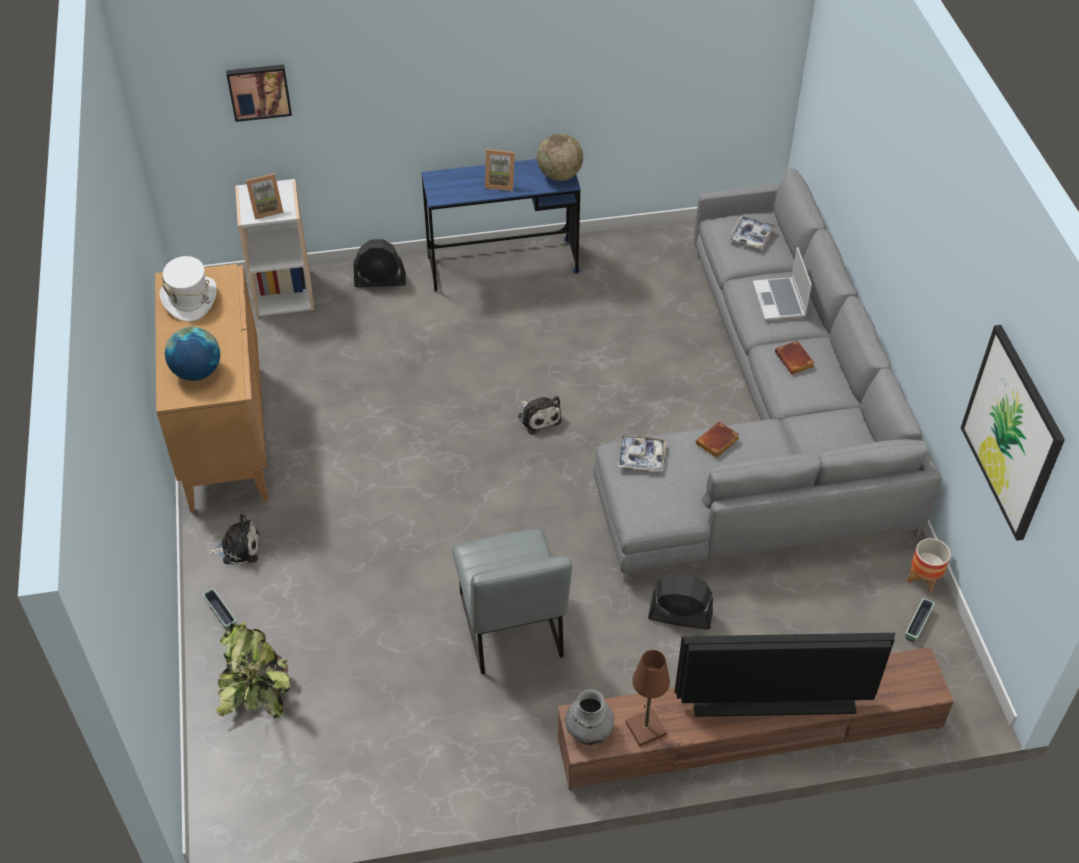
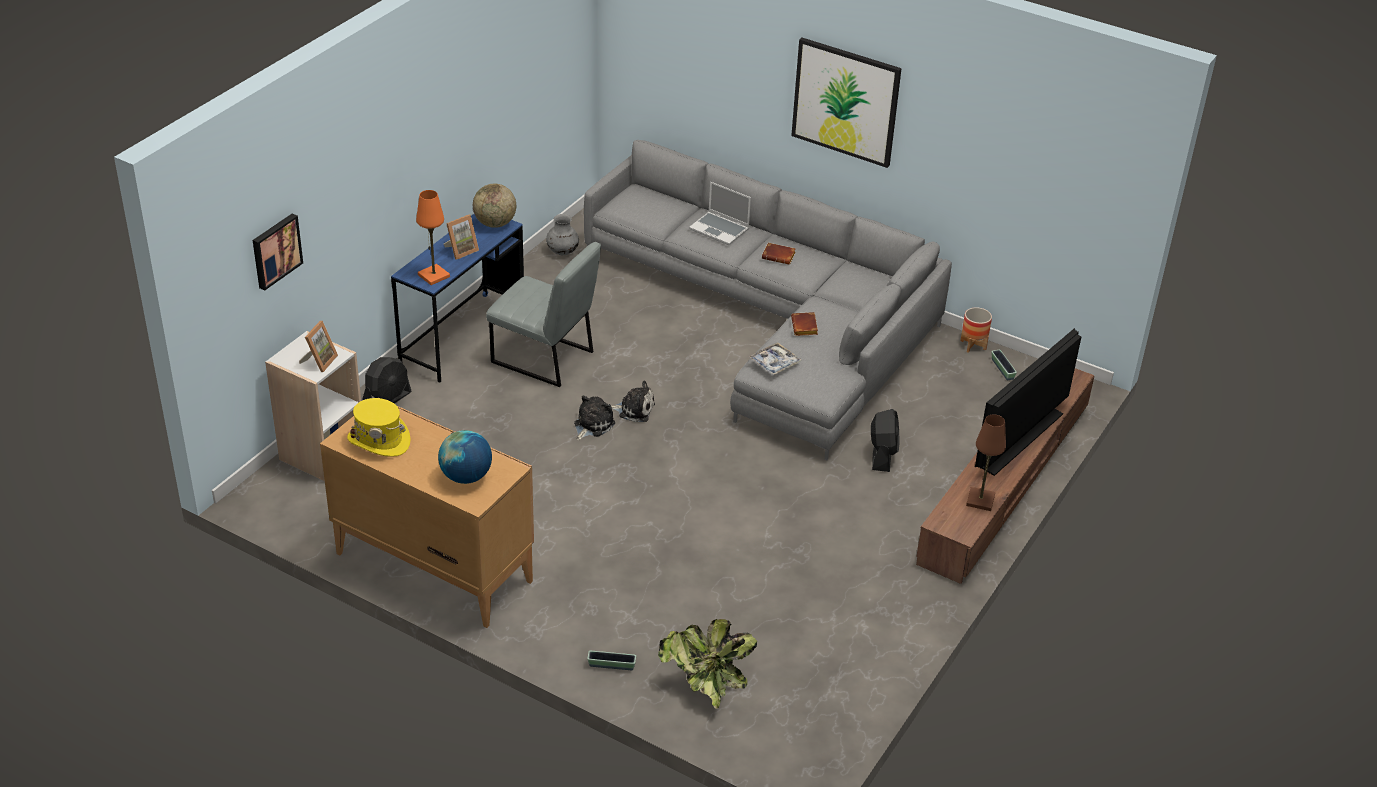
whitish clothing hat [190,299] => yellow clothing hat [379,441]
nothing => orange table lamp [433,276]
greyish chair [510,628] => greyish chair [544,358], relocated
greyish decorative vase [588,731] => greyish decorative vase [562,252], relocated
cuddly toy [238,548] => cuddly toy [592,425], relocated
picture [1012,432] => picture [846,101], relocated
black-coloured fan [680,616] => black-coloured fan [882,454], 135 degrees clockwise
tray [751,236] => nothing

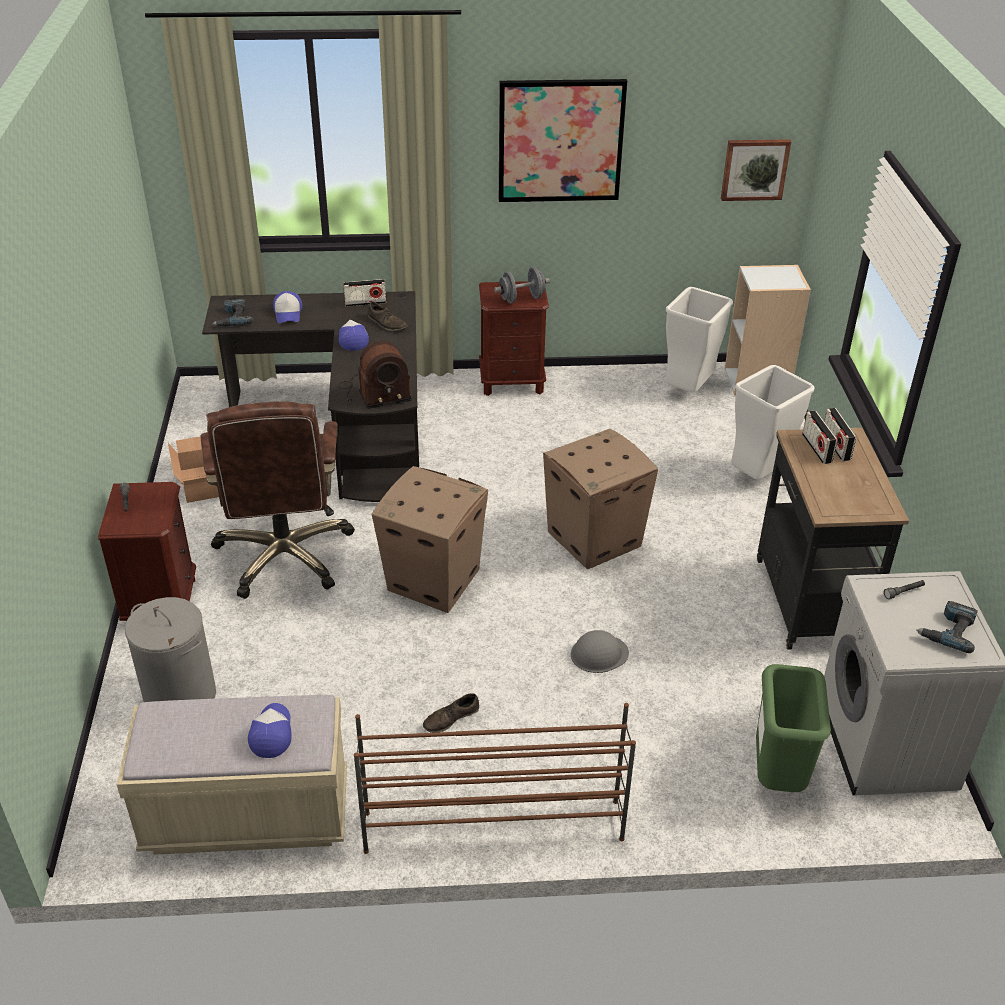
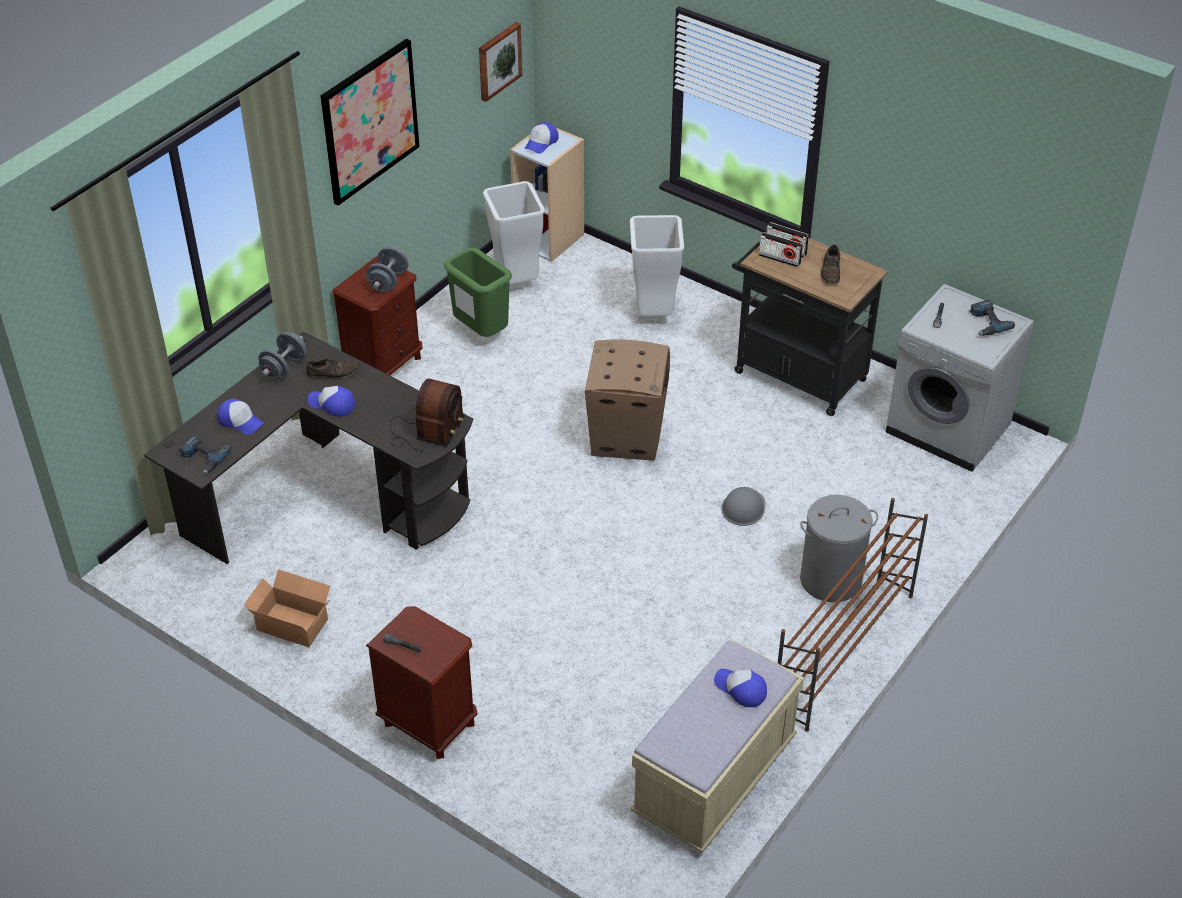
radio [365,303] => greyish dumbbell [284,368]
green waste bin [776,775] => green waste bin [480,333], relocated
nothing => cap [541,143]
greyish laundry basket [181,696] => greyish laundry basket [831,579], relocated
brown low shoe [451,718] => brown low shoe [831,271], relocated
brown desk chair [284,554] => nothing
packing box [432,579] => nothing

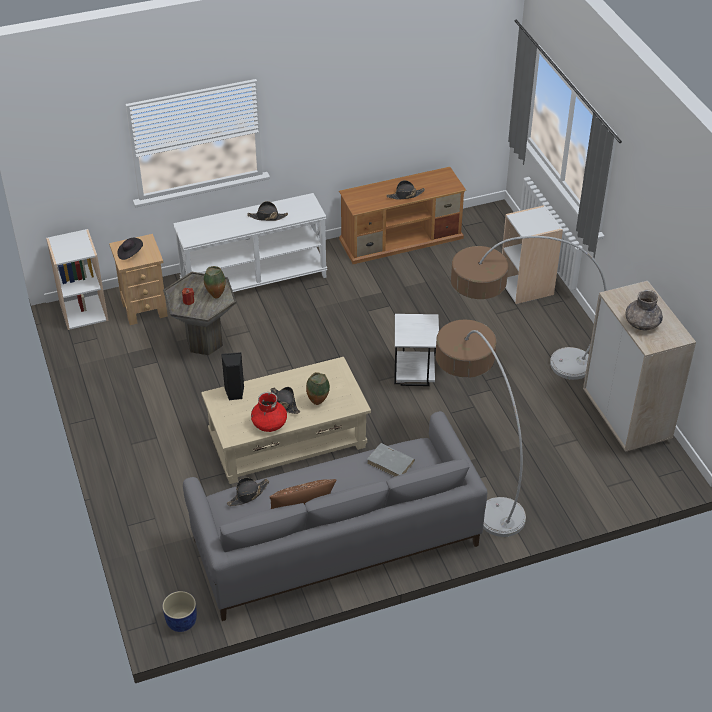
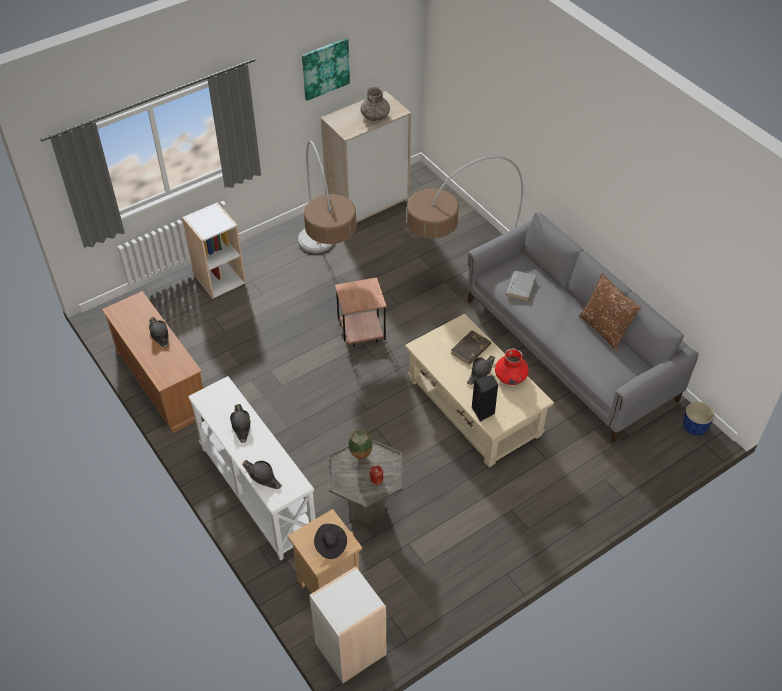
black-coloured clothing hat [248,495] => black-coloured clothing hat [262,476], relocated
nothing => picture [325,68]
whitish side table [415,376] => brown side table [361,334]
decorative vase [318,402] => brown bound book [470,349]

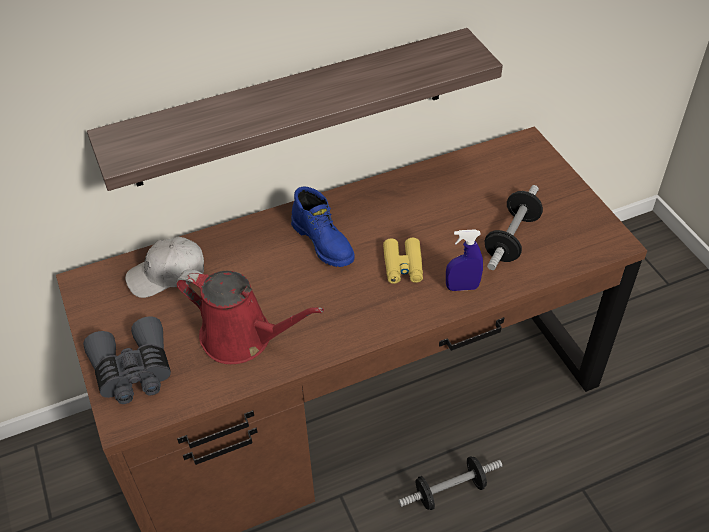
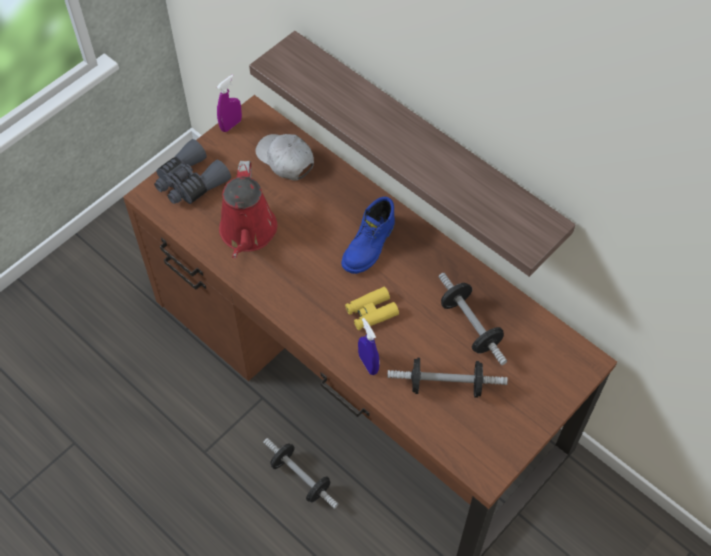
nothing => purplish spray bottle [231,125]
nothing => dumbbell [470,326]

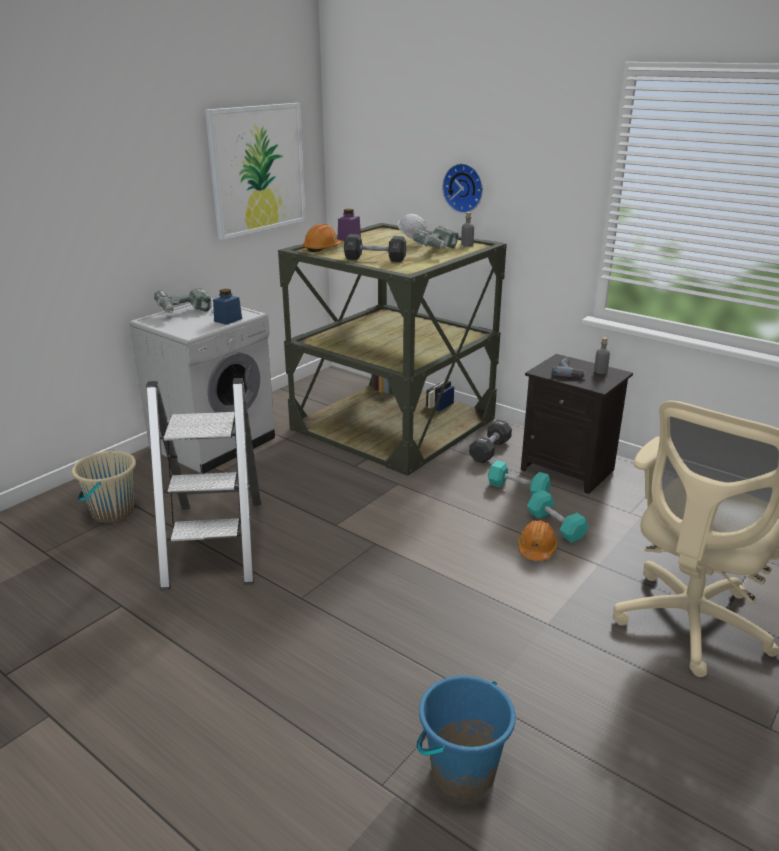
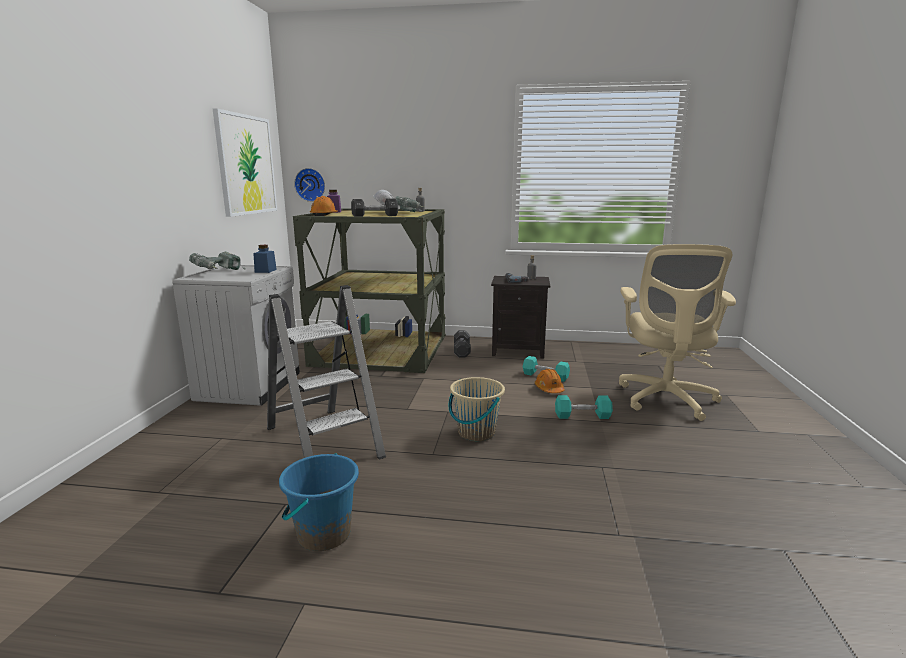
blue pail [462,771] => blue pail [323,534], relocated
clock on the wall [464,187] => clock on the wall [310,184], relocated
beige-coloured pail [112,512] => beige-coloured pail [476,433], relocated
turquoise dumbbell [518,489] => turquoise dumbbell [582,416], relocated

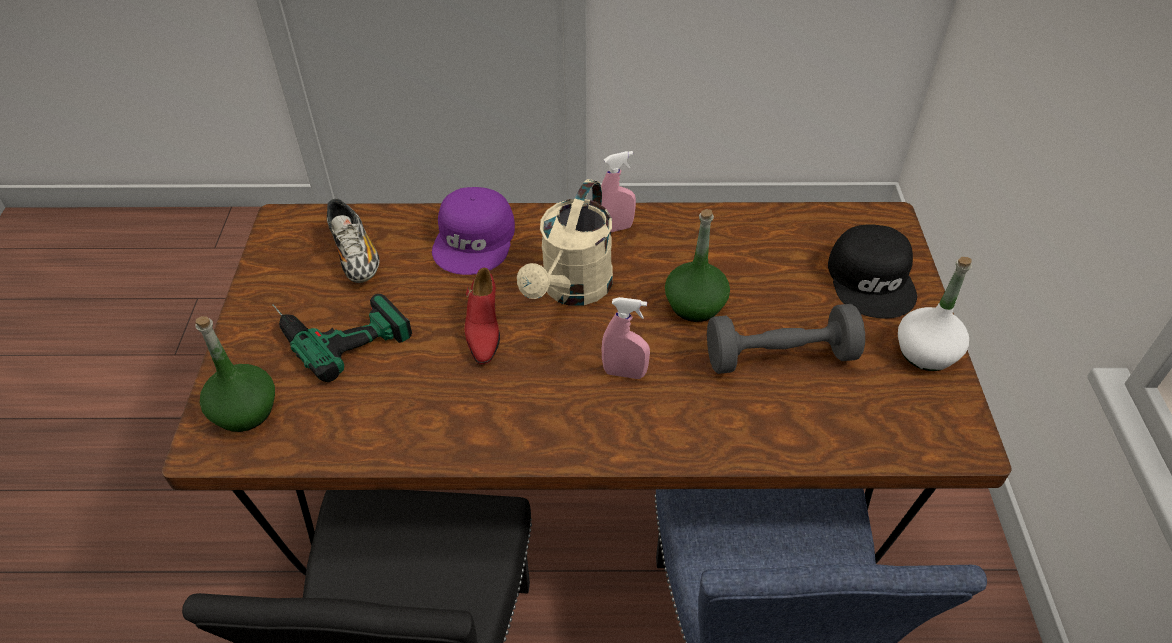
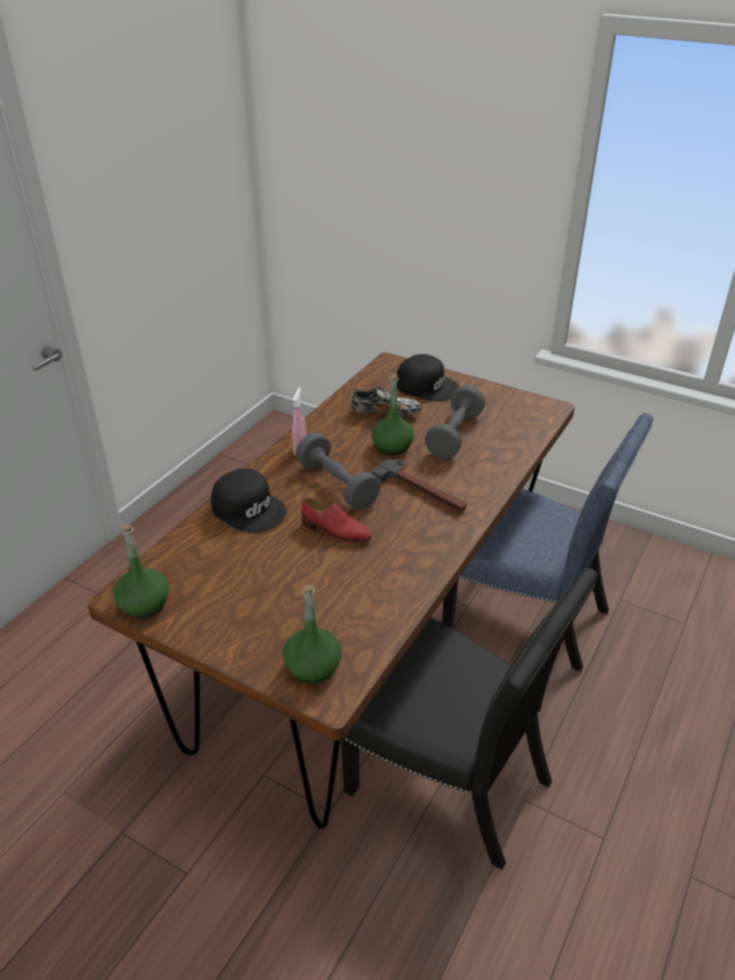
nothing => green beverage bottle [144,604]
purplish cap [475,239] => black-coloured cap [249,508]
beige-coloured sprinkling can [572,290] => greyish dumbbell [337,485]
low shoe [355,256] => low shoe [385,413], relocated
pinkish spray bottle [624,373] => hand hammer [421,490]
power drill [338,328] => nothing
whitish beverage bottle [925,352] => nothing

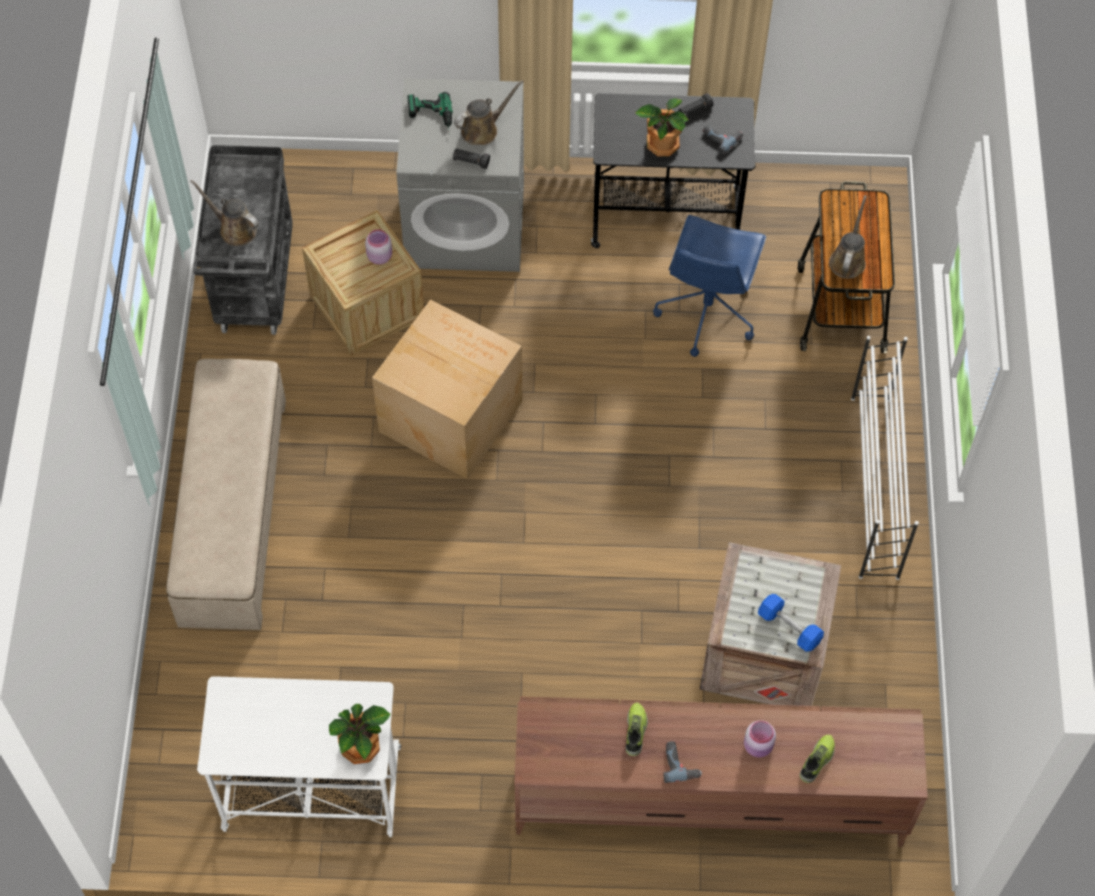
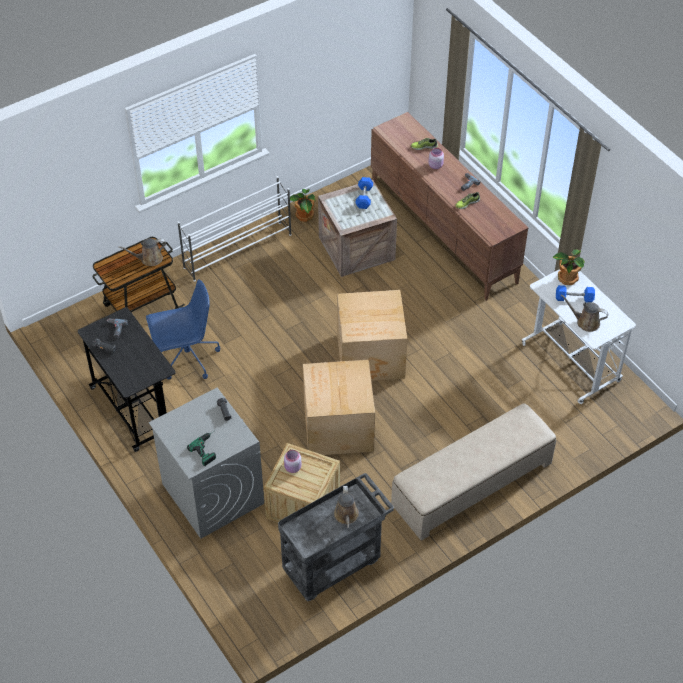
plant in a pot [662,144] => plant in a pot [304,216], relocated
nothing => packing box [371,356]
nothing => blue dumbbell [574,298]
brown sprinkling can [483,129] => brown sprinkling can [585,322], relocated

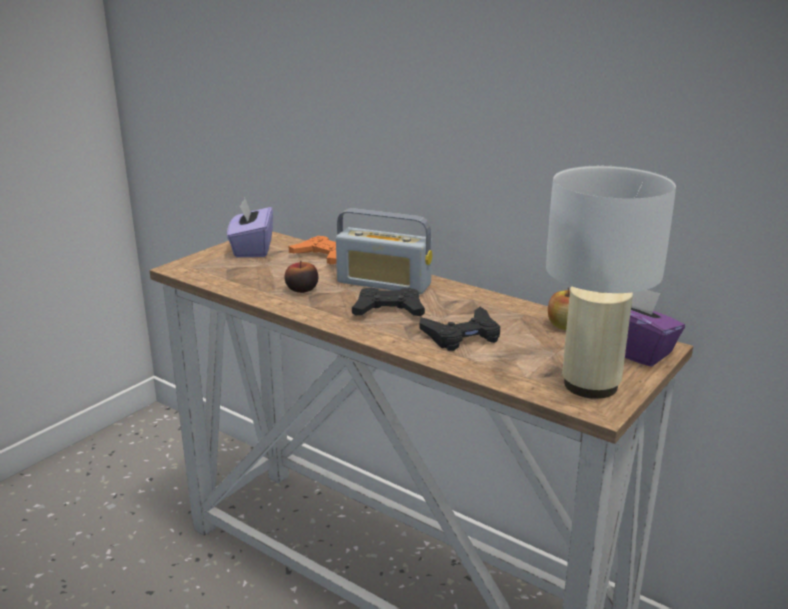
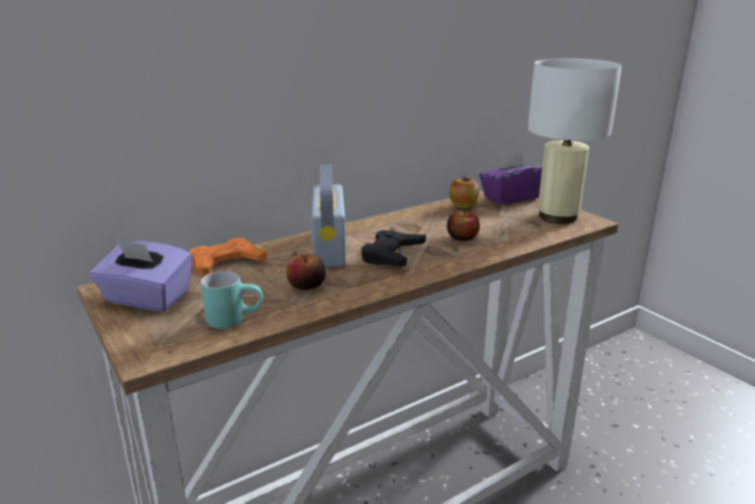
nothing => turquoise tea mug [234,319]
radio [384,283] => radio [329,247], 135 degrees clockwise
black-coloured game controller [462,336] => whole apple [462,237]

